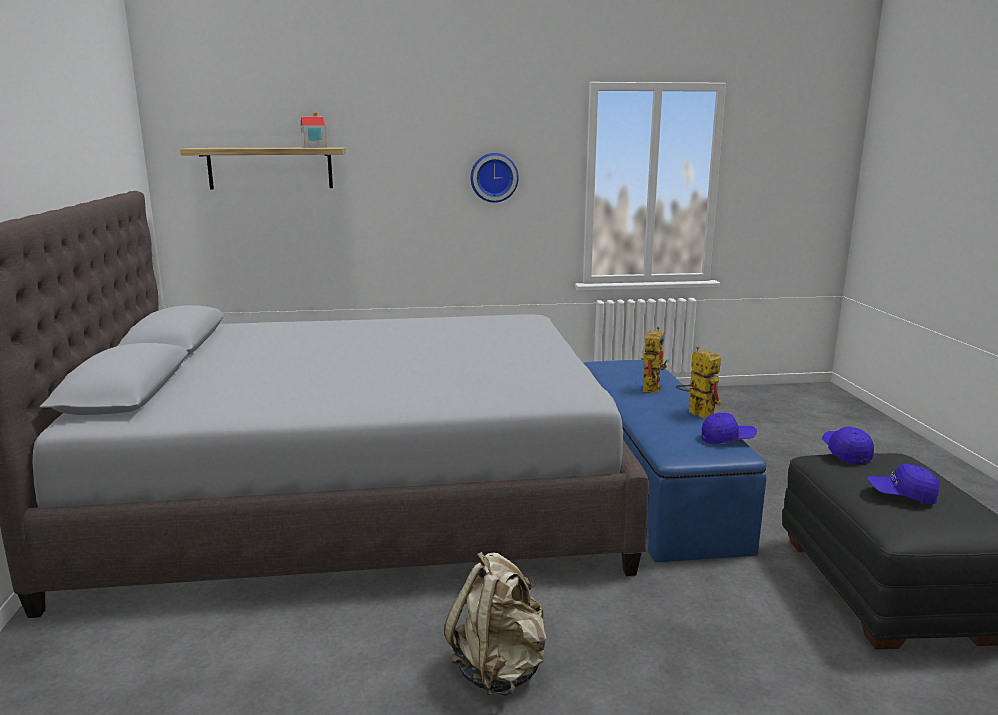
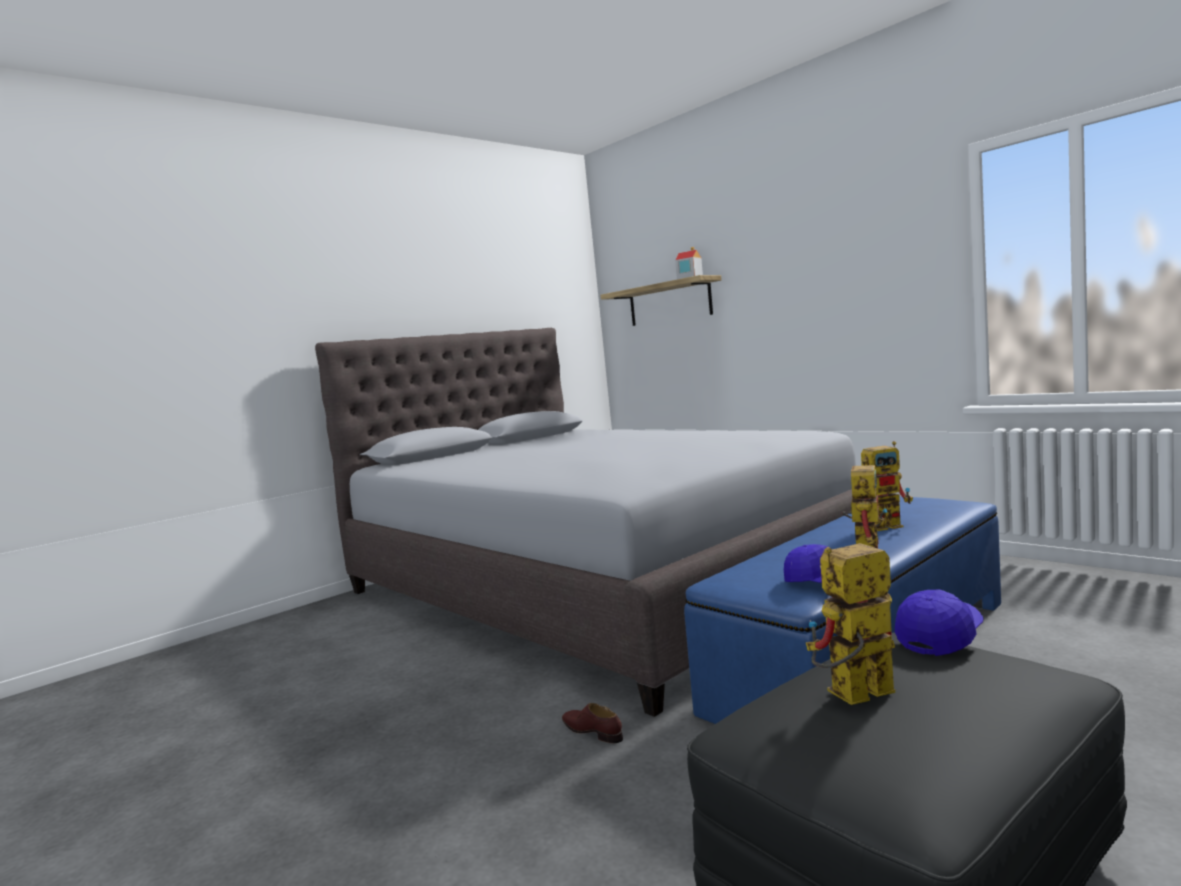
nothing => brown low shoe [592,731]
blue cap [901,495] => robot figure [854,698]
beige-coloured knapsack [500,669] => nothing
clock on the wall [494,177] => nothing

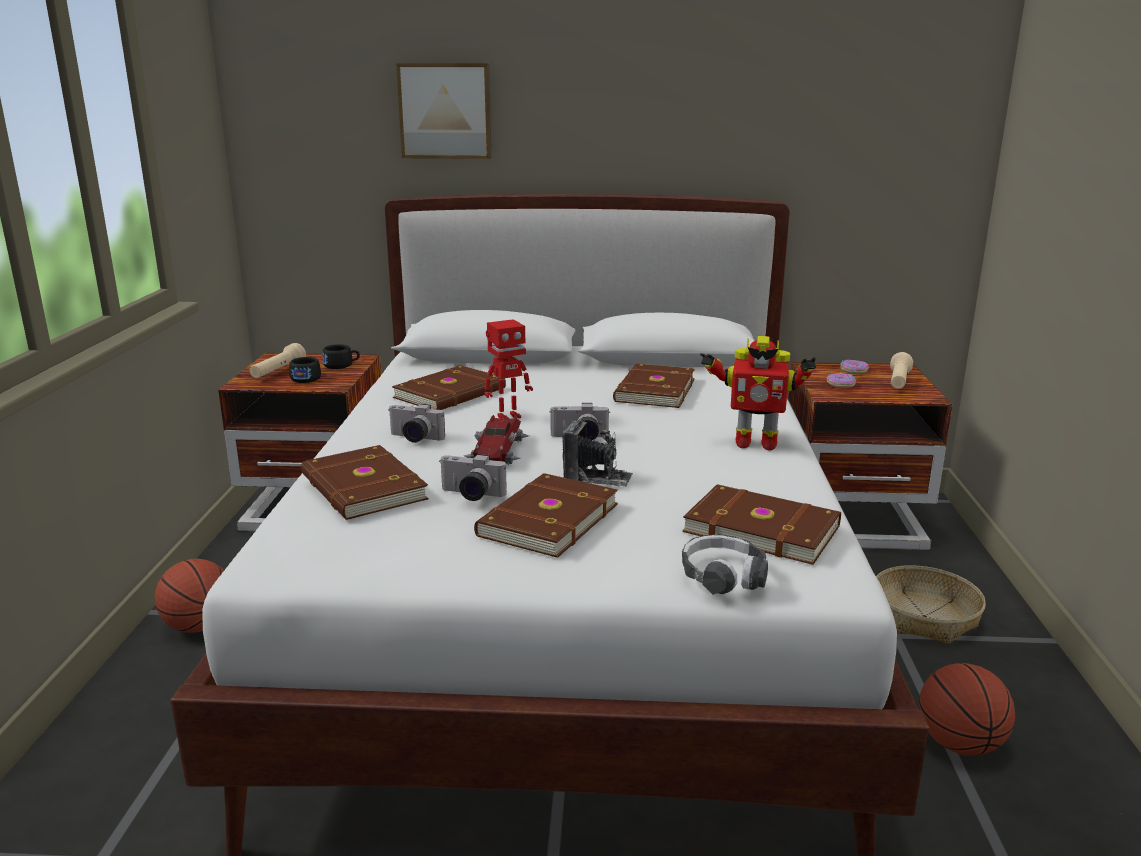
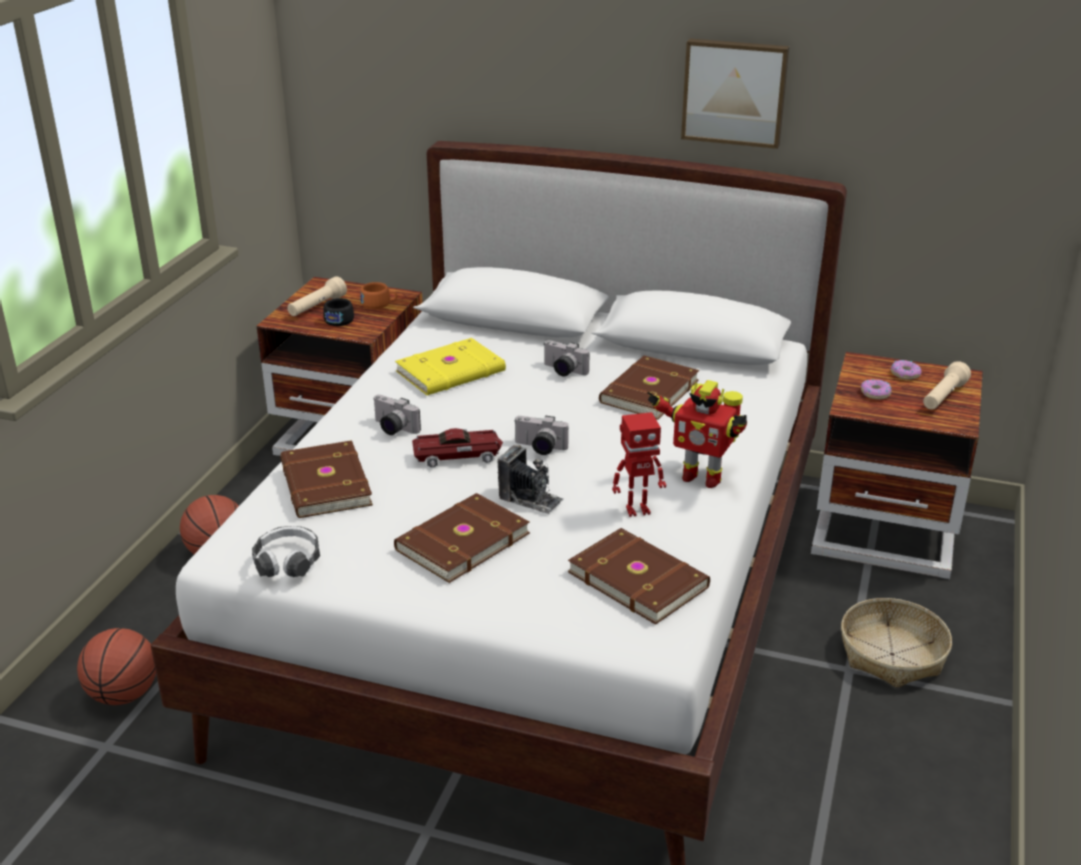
basketball ball [959,744] => basketball ball [123,694], relocated
headphones [723,575] => headphones [287,561], relocated
black-coloured cup [341,365] => orange cup [379,304]
brown bound book [452,393] => yellow bound book [452,372]
model car [498,450] => model car [458,455], 120 degrees counterclockwise
still camera [470,495] => still camera [562,371], relocated
robot figure [508,416] => robot figure [637,510], relocated
picture [445,111] => picture [734,92], relocated

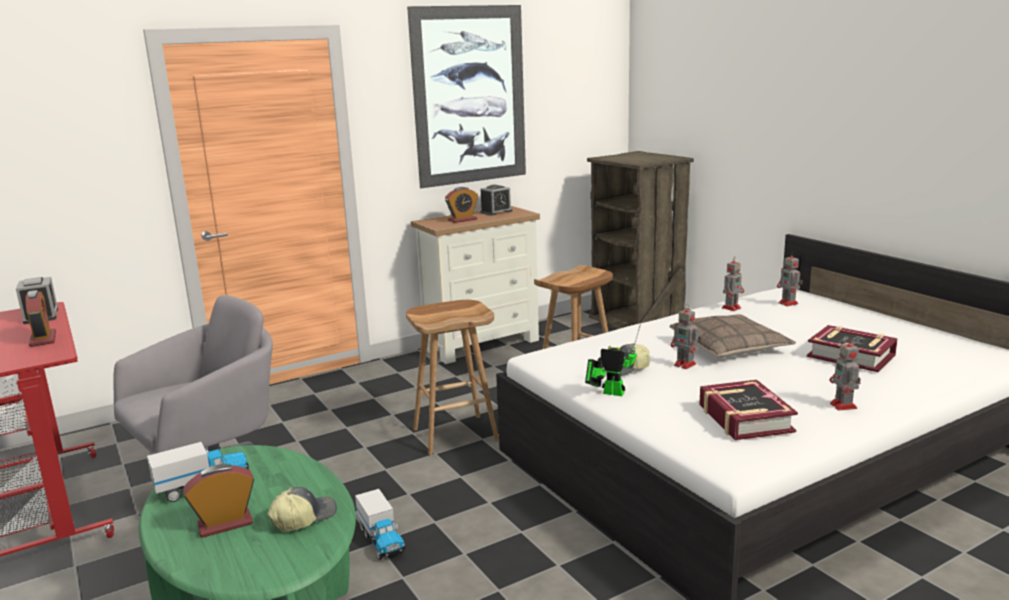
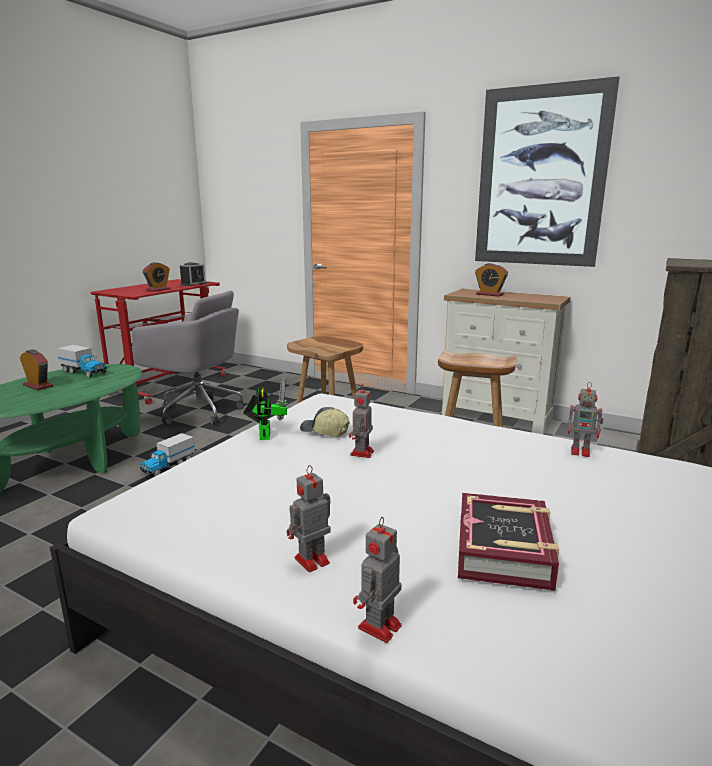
robot figure [789,303] => robot figure [378,628], relocated
cap [303,518] => nothing
bedside clock [496,212] => nothing
throw pillow [729,347] => nothing
bound book [744,418] => nothing

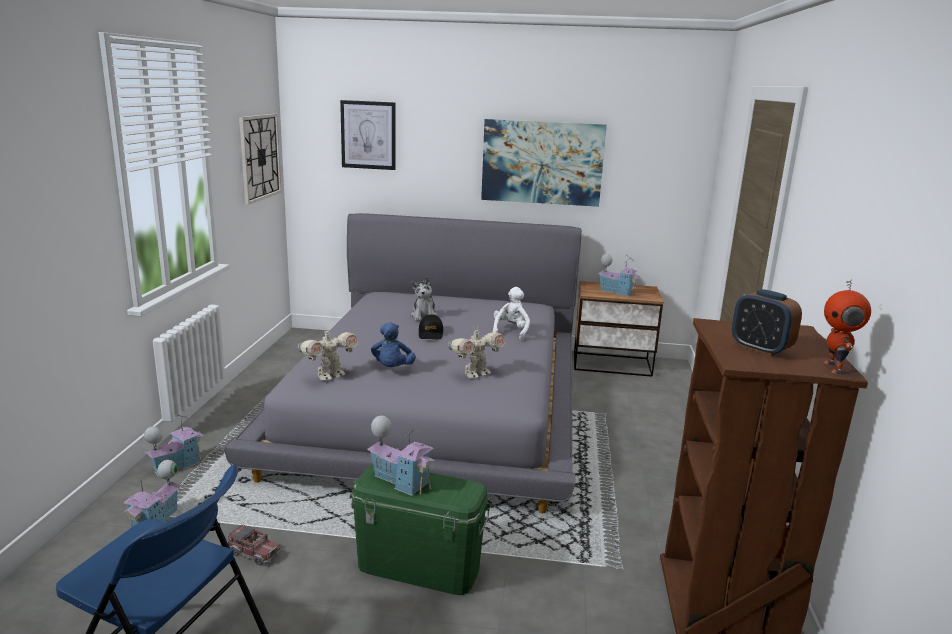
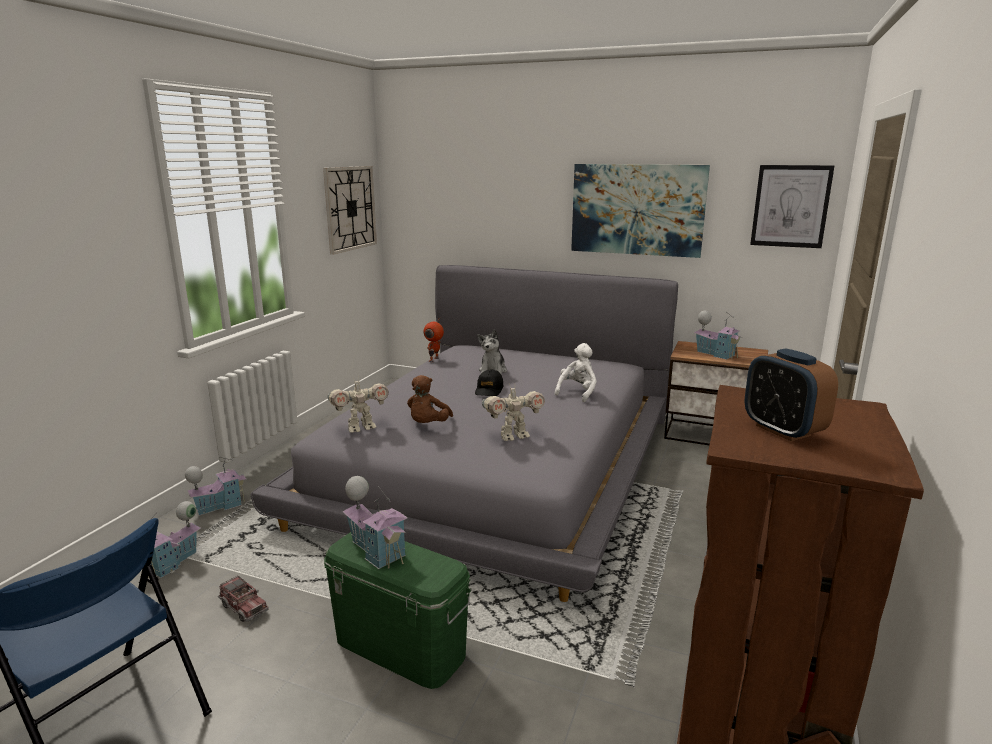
blue cuddly toy [392,369] => brown cuddly toy [428,425]
robot figure [835,368] => robot figure [434,360], relocated
picture [368,135] => picture [790,206], relocated

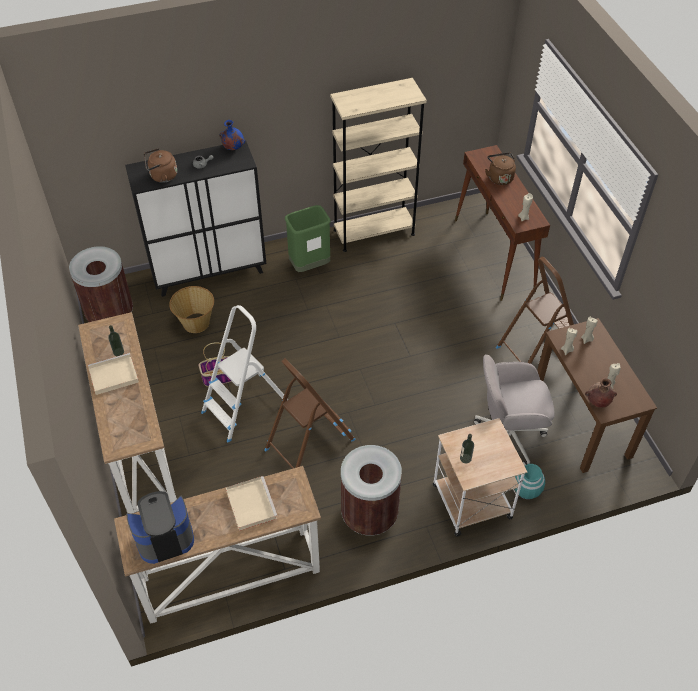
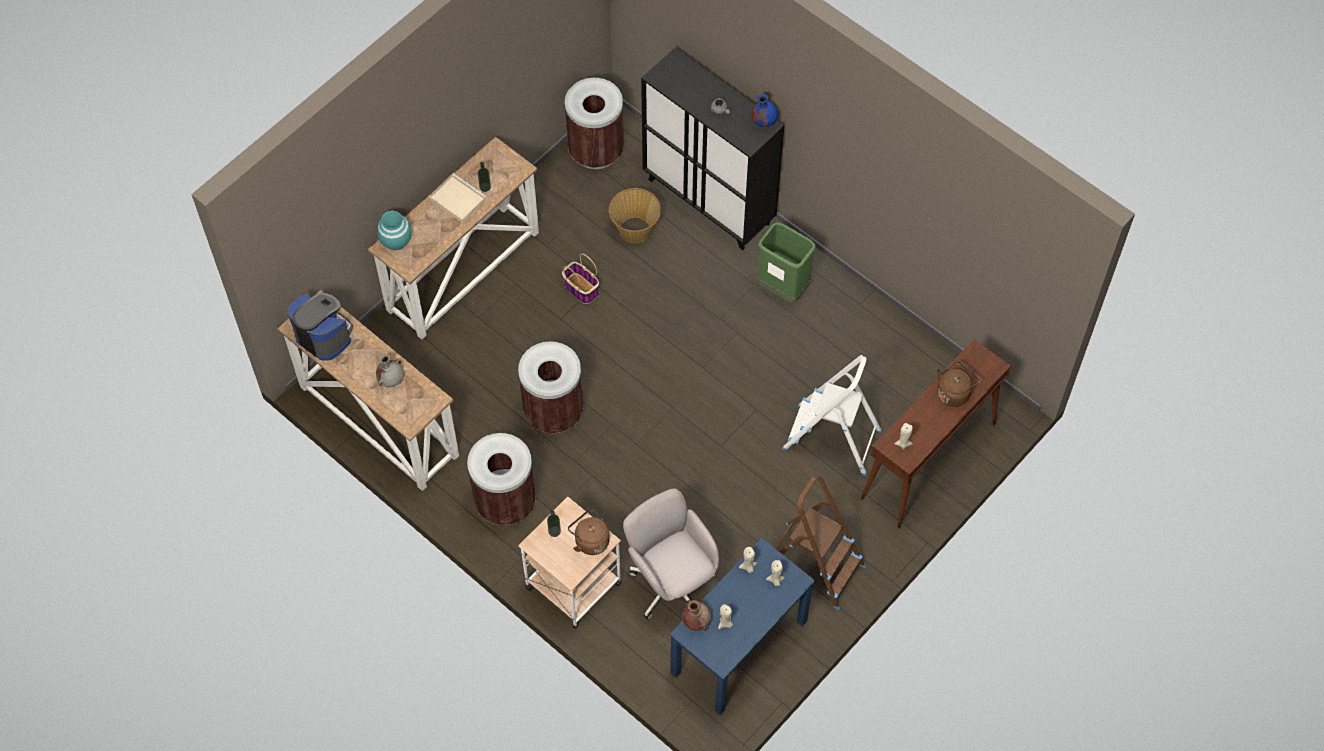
beige-coloured tray [250,503] => greyish decorative vase [391,379]
turquoise decorative vase [526,490] => turquoise decorative vase [396,241], relocated
brown stepladder [310,444] => brown waste bin [553,411]
brown tea kettle [162,176] => brown tea kettle [590,540], relocated
brown desk table [582,421] => blue desk table [738,647]
whitish stepladder [244,407] => whitish stepladder [830,439], relocated
beige-coloured shelving unit [374,232] => nothing

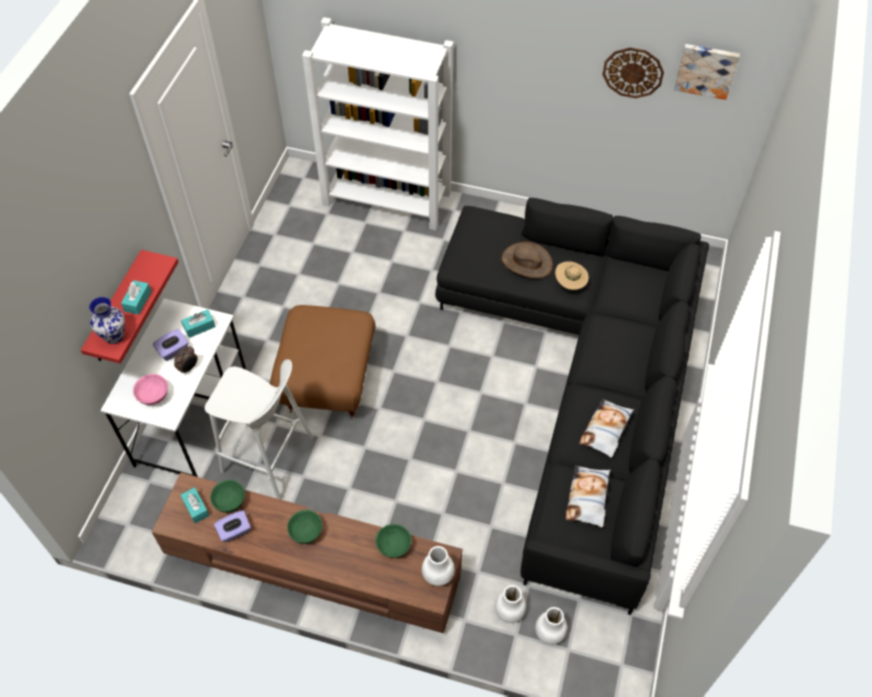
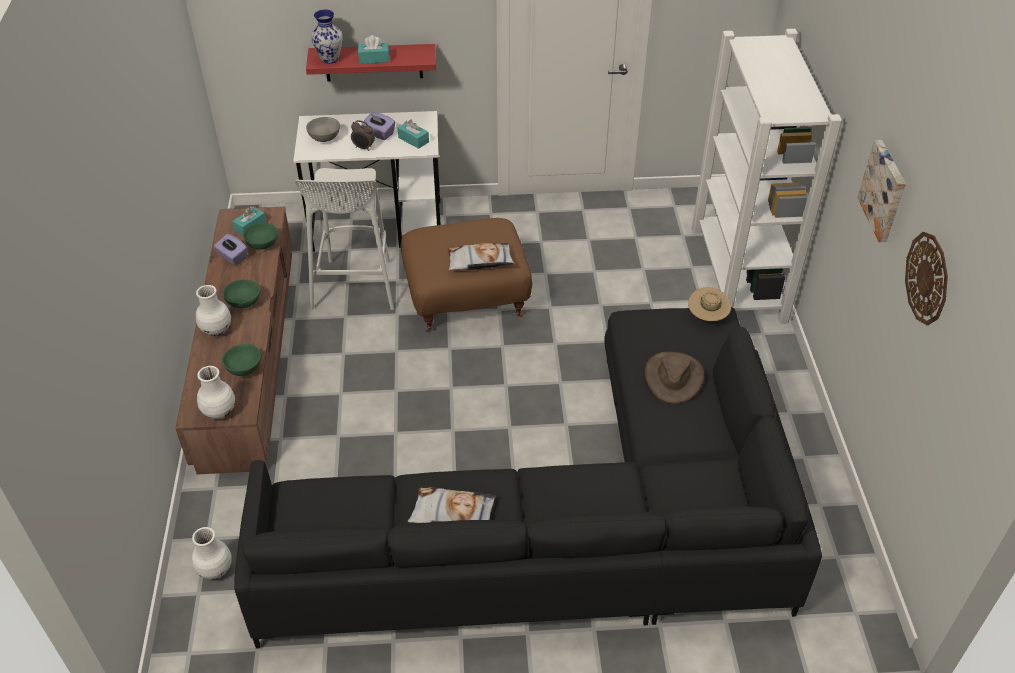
whitish decorative vase [509,612] => whitish decorative vase [216,330], relocated
pinkish deep dish [153,396] => greyish deep dish [324,138]
throw pillow [588,498] => throw pillow [480,261], relocated
beige-coloured clothing hat [570,283] => beige-coloured clothing hat [707,316], relocated
picture [706,70] => picture [884,190], relocated

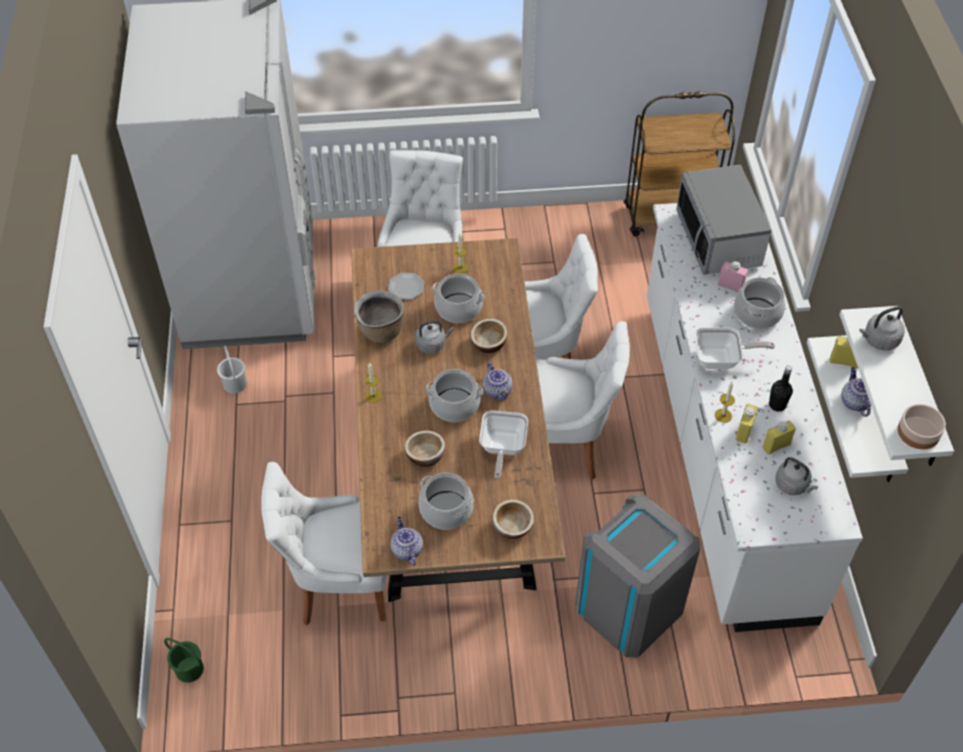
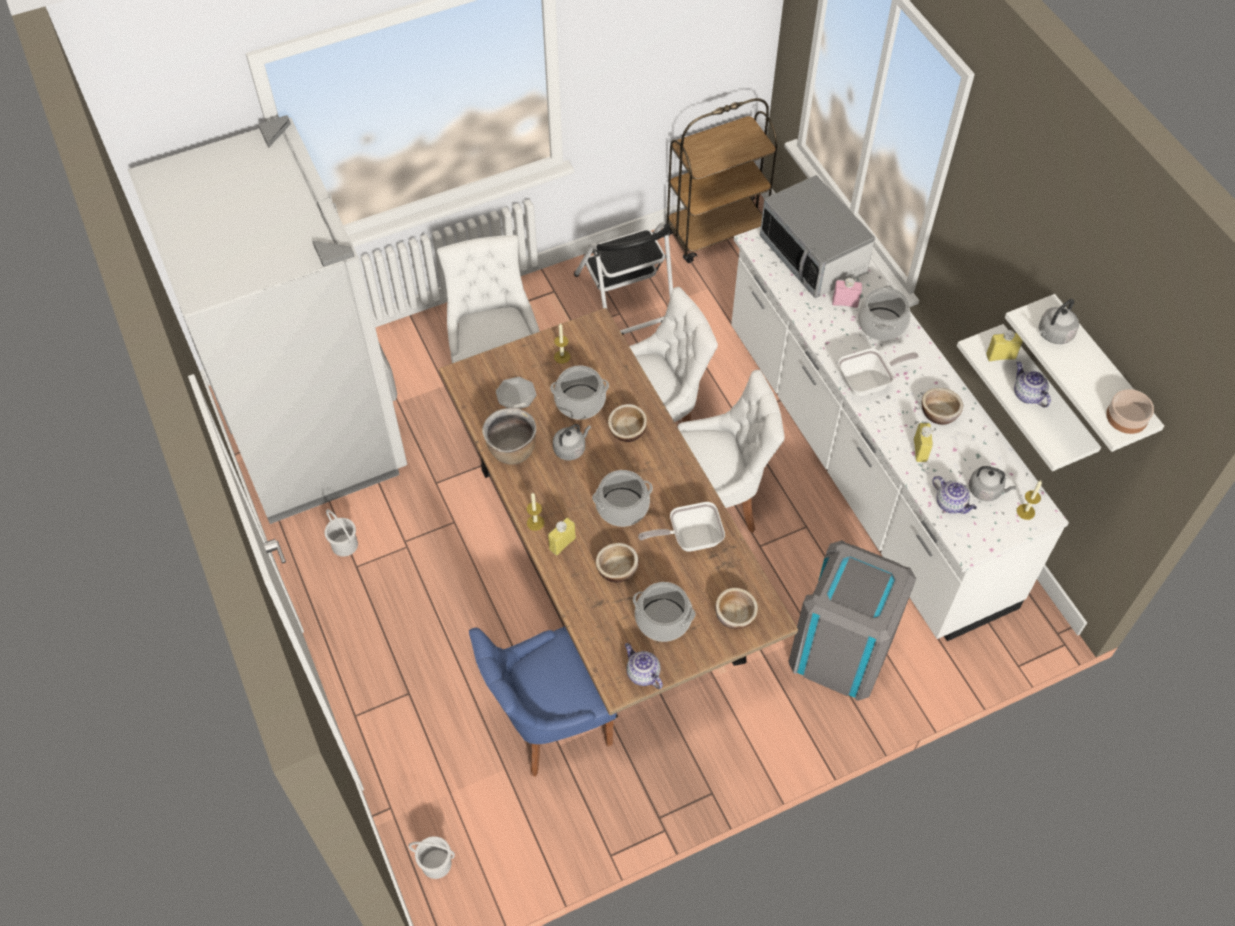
green pail [189,670] => whitish pail [436,864]
whitish chair [338,583] => blue chair [549,722]
yellow beverage bottle [776,446] => yellow beverage bottle [562,544], relocated
nothing => stepladder [625,299]
skillet [502,449] => skillet [689,538], 90 degrees clockwise
black-coloured beverage bottle [777,405] => deep dish [939,413]
teapot [498,391] => teapot [951,504], relocated
wax candle [723,415] => wax candle [1025,511], relocated

